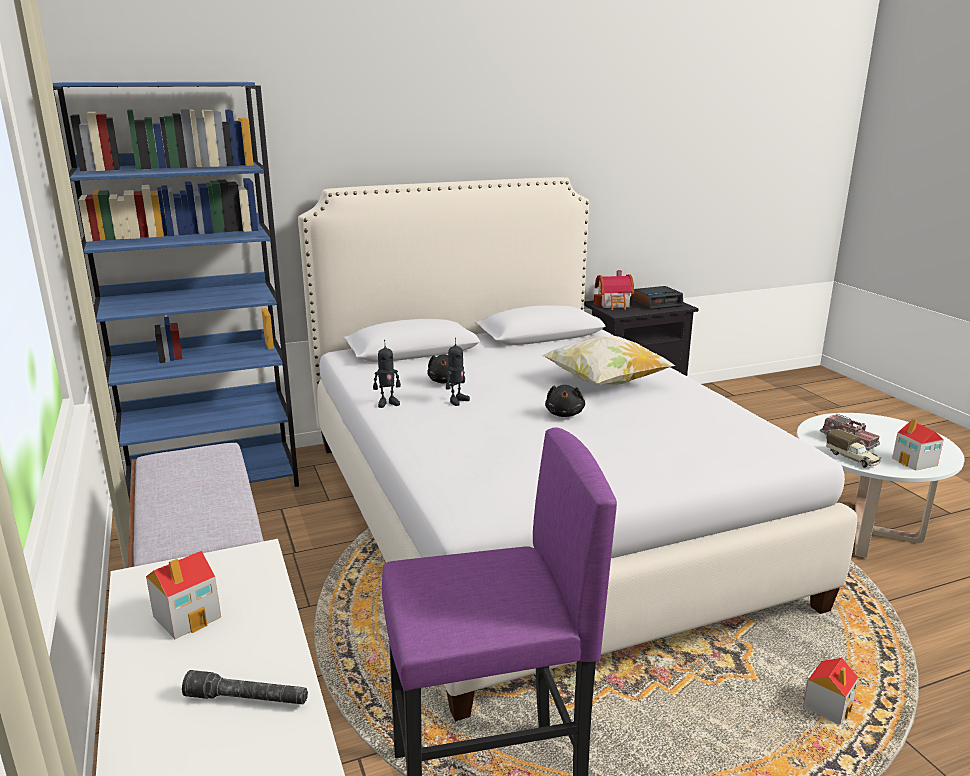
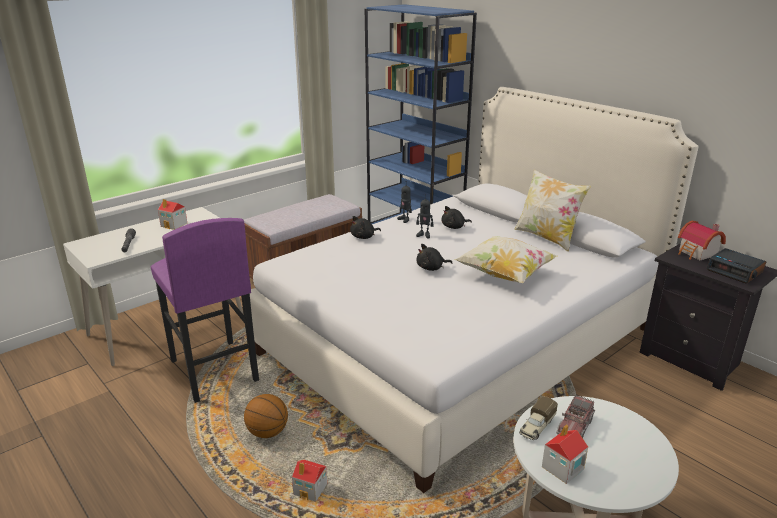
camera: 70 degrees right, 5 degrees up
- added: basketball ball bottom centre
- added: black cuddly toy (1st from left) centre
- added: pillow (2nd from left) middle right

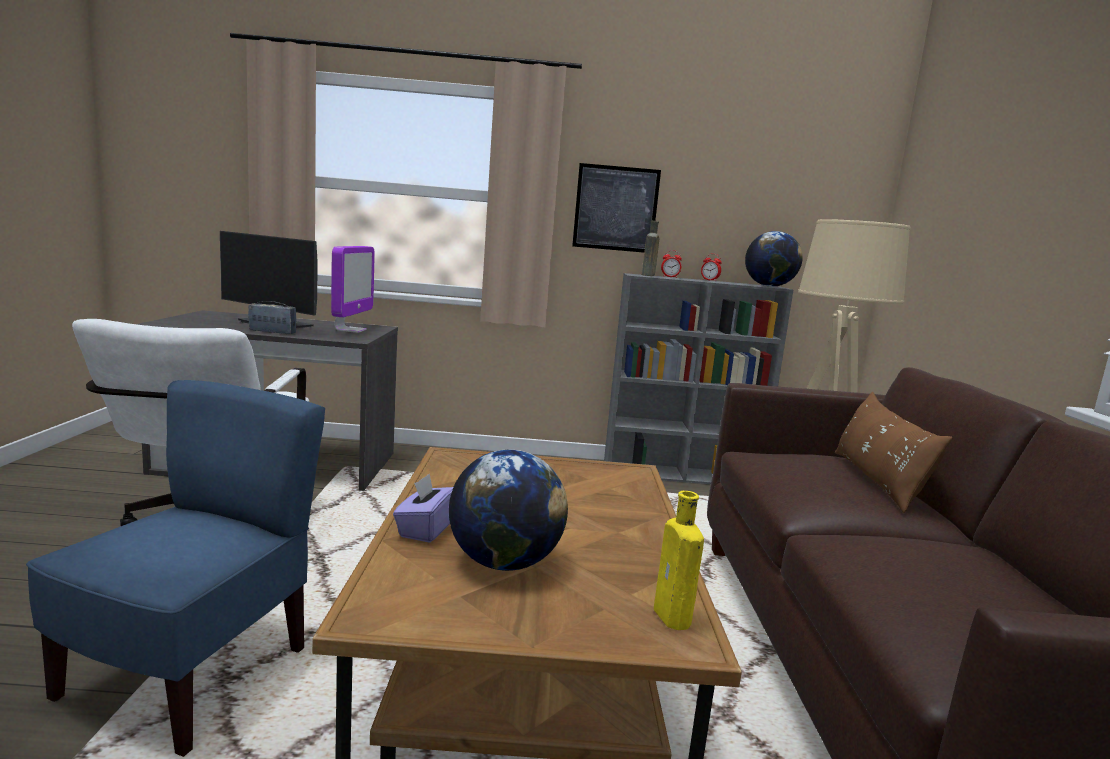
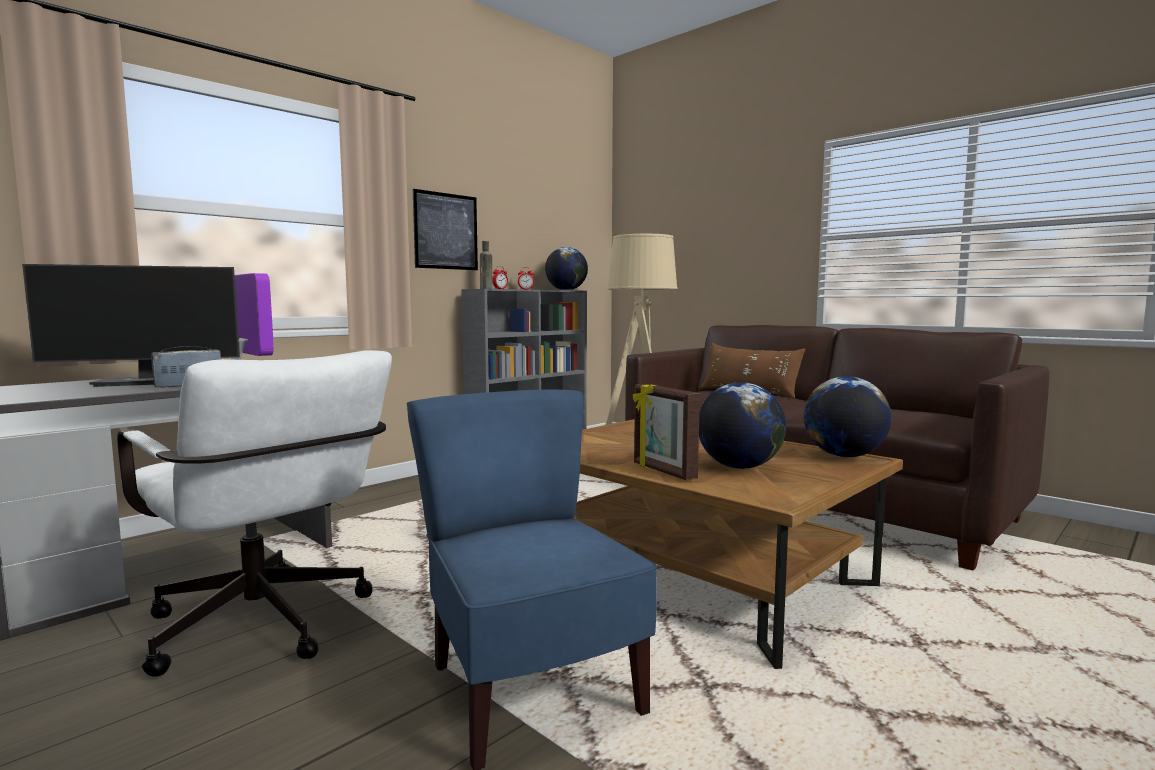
camera: 45 degrees left, 5 degrees down
- replaced: purple-coloured tissue holder bottom centre to photo frame centre
- replaced: yellow-coloured drink bottle bottom centre to globe (3rd from left) middle right

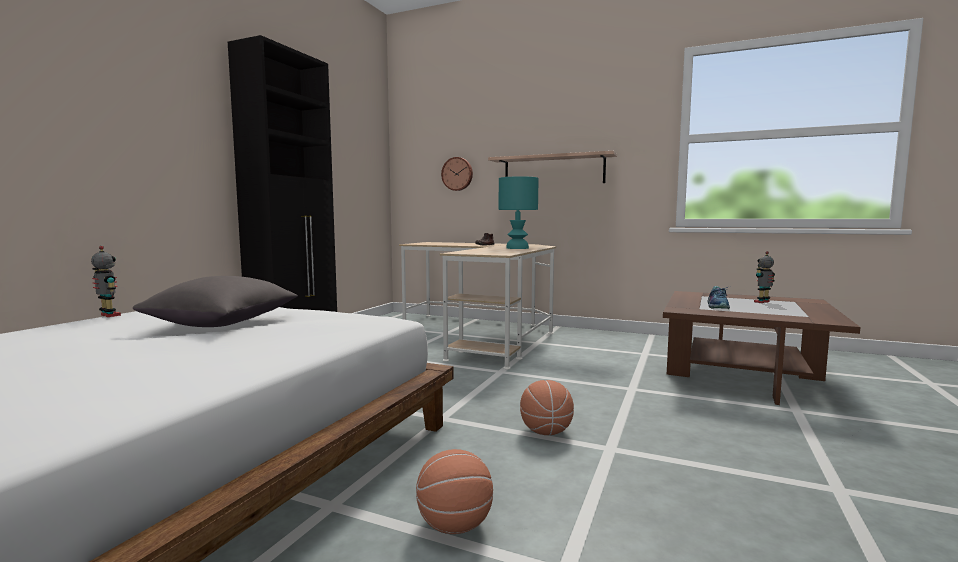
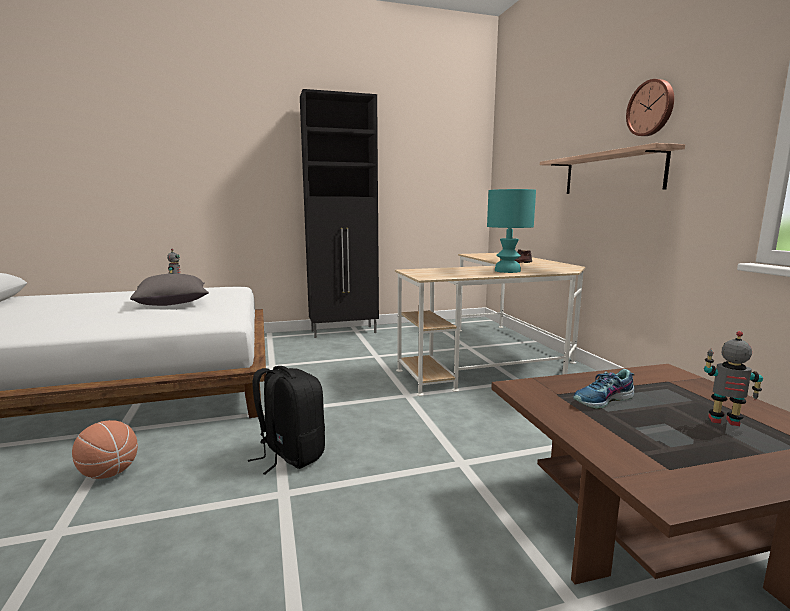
camera: 50 degrees right, 5 degrees up
- moved: clock on the wall top centre to top right
- replaced: basketball ball (2nd from left) bottom centre to black rucksack bottom centre

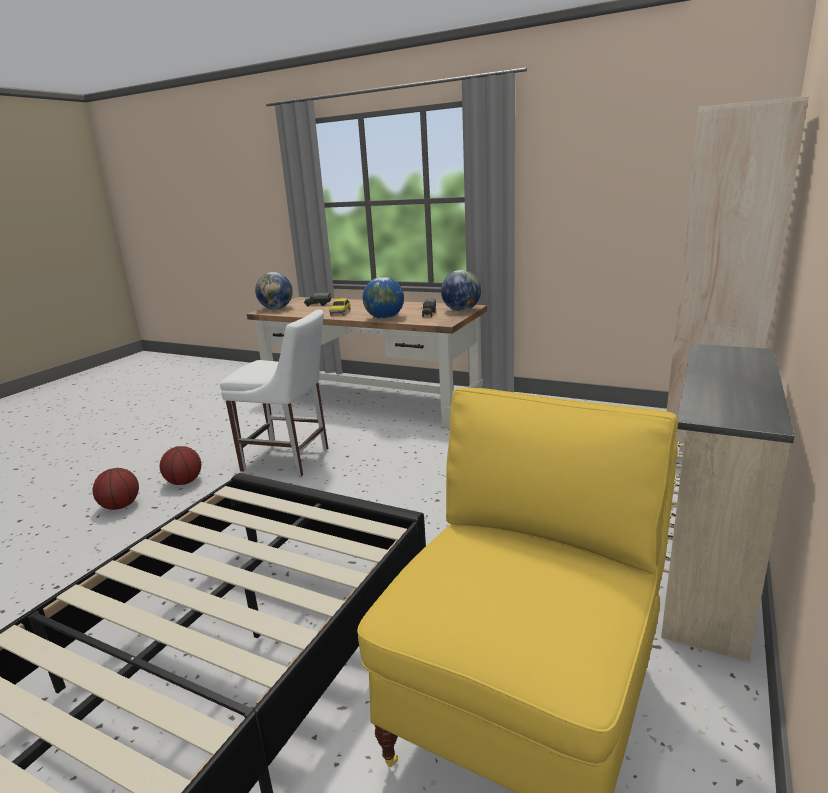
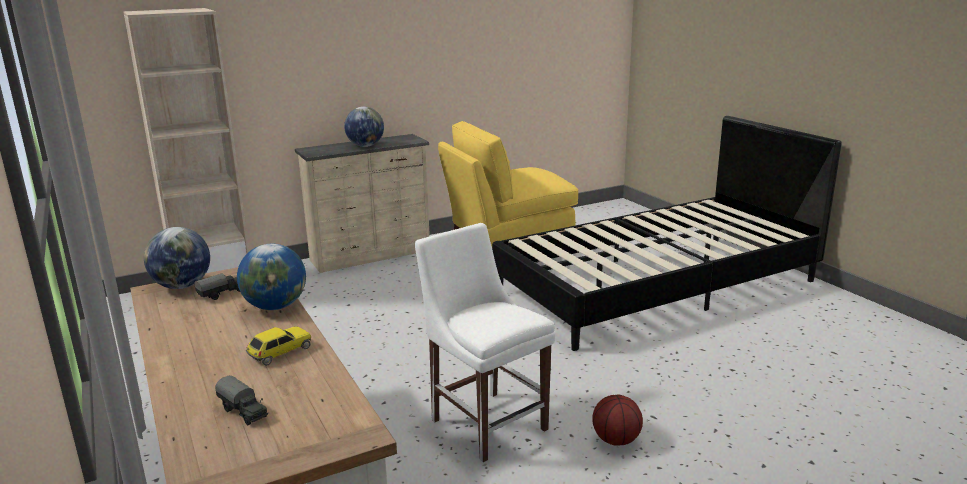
camera: 145 degrees left, 0 degrees up
- removed: basketball ball (1st from left) middle left
- moved: globe (1st from left in the first image) middle left to globe (3rd from left) top centre

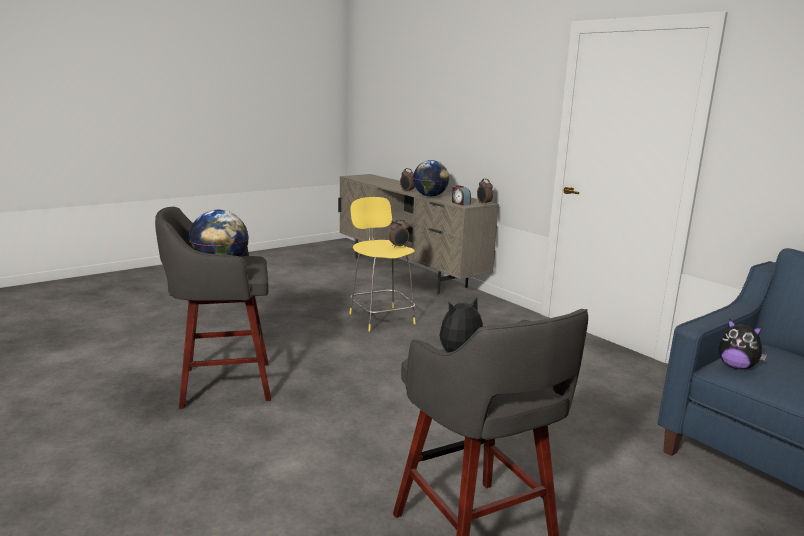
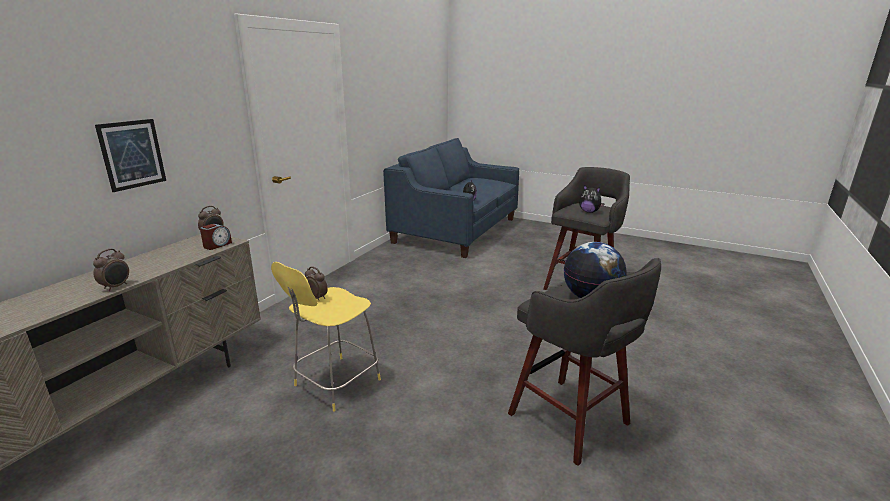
camera: 115 degrees left, 5 degrees up
- removed: globe (2nd from left) top centre
- added: wall picture top left

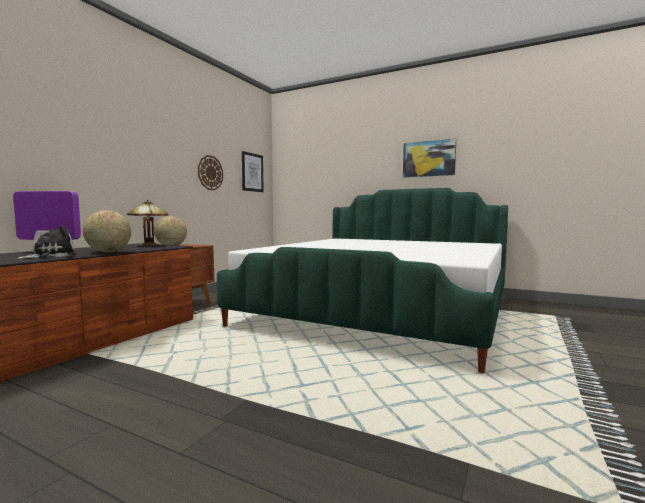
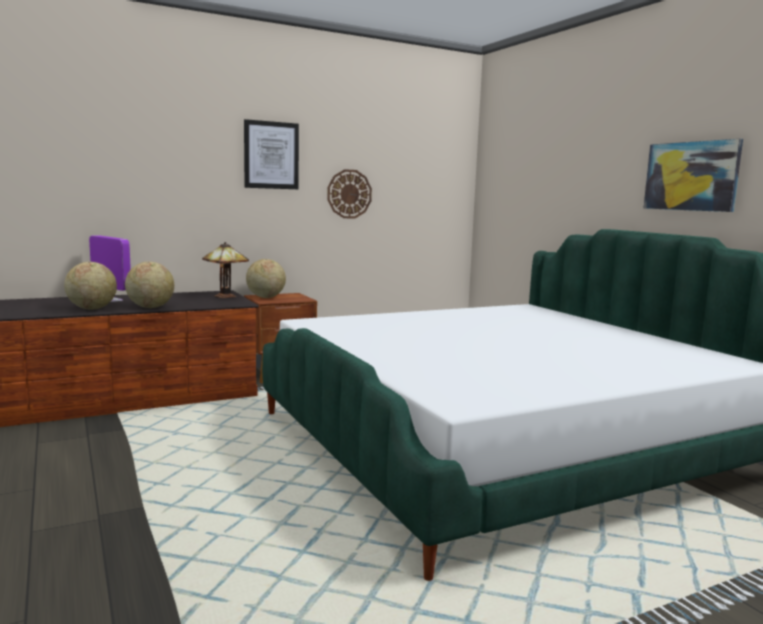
camera: 35 degrees right, 5 degrees up
- moved: wall picture (1st from left) centre to top centre
- replaced: cuddly toy middle left to globe (1st from left) middle left

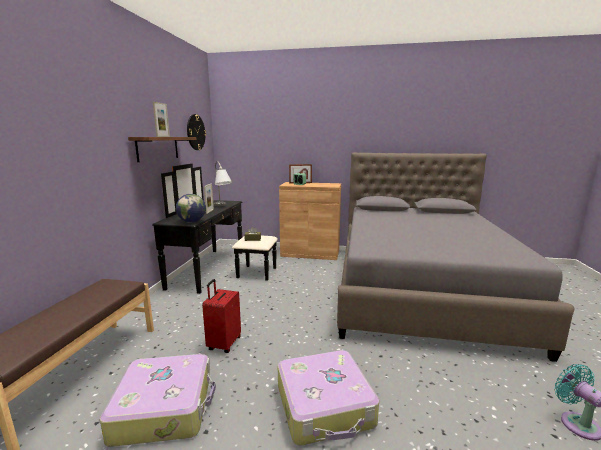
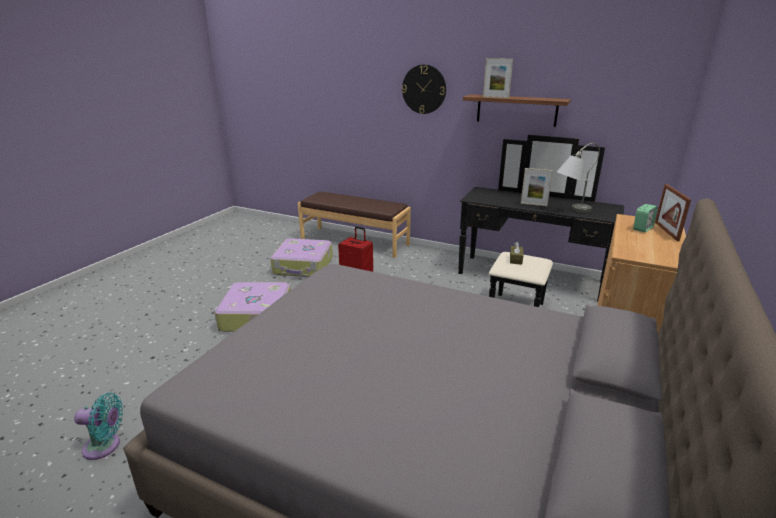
camera: 105 degrees right, 10 degrees up
- removed: globe middle left
- moved: clock on the wall top left to top centre

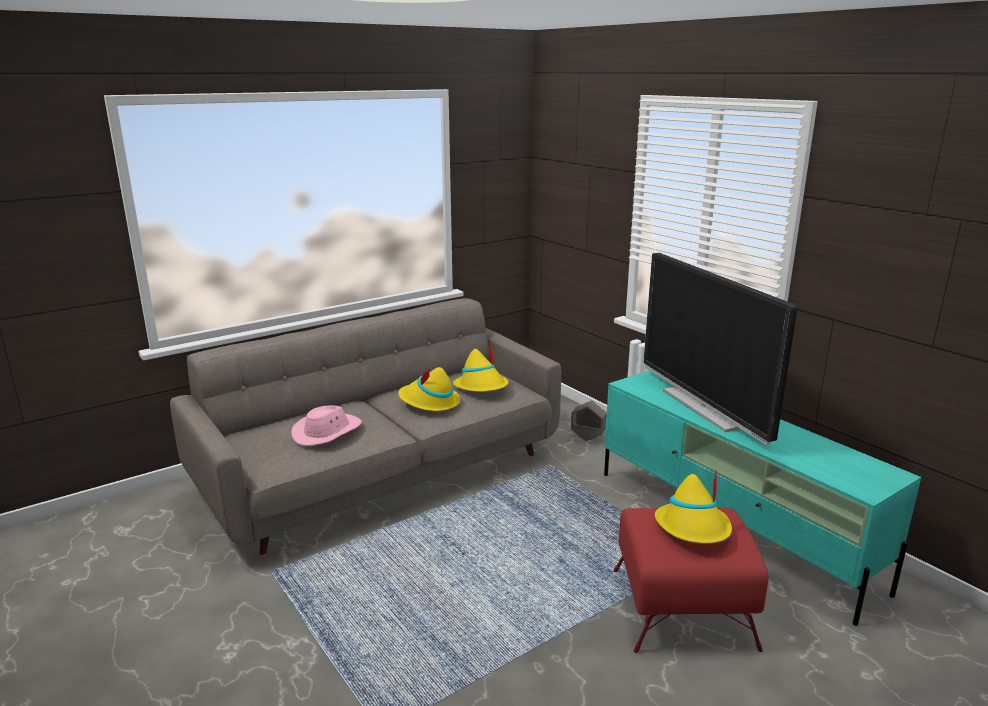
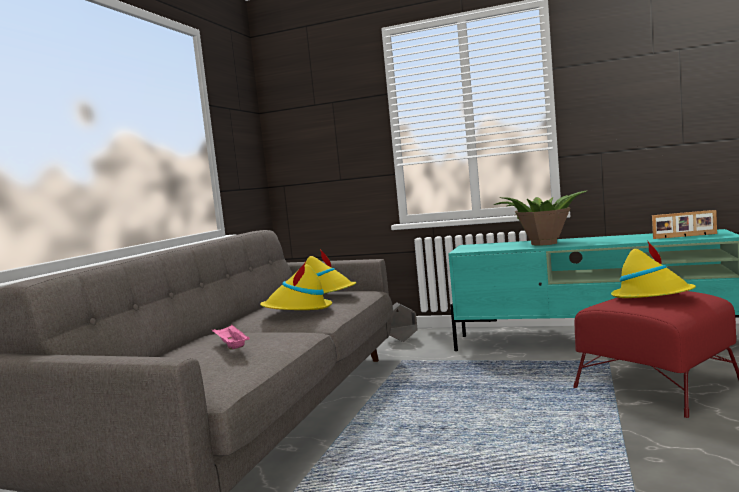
camera: 35 degrees left, 15 degrees down
- added: photo frame middle right
- replaced: pink-coloured hat middle left to pink-coloured carrying tray bottom left
- replaced: TV middle right to potted plant middle right

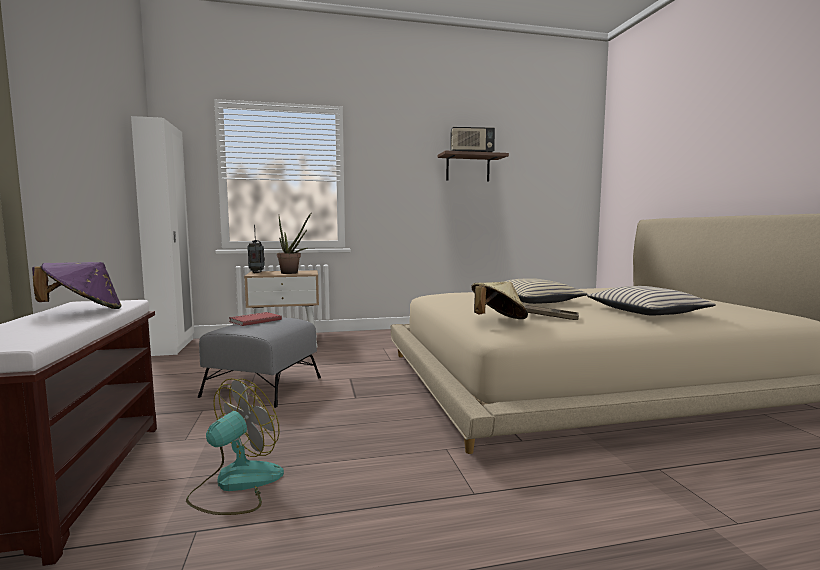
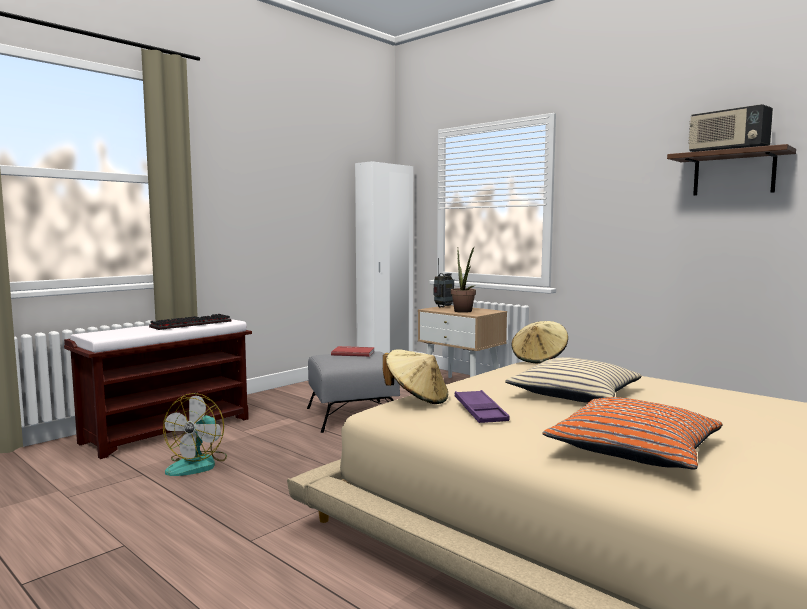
camera: 55 degrees right, 0 degrees up
- added: beige hat (2nd from left) middle right
- replaced: purple-coloured hat middle left to computer keyboard middle left
- recoloured: brown carrying tray middle right to purple-coloured carrying tray bottom centre
- recoloured: beige pillow (2nd from left) middle right to orange pillow bottom right
- turned: electric fan bottom left = bottom left 105 degrees clockwise

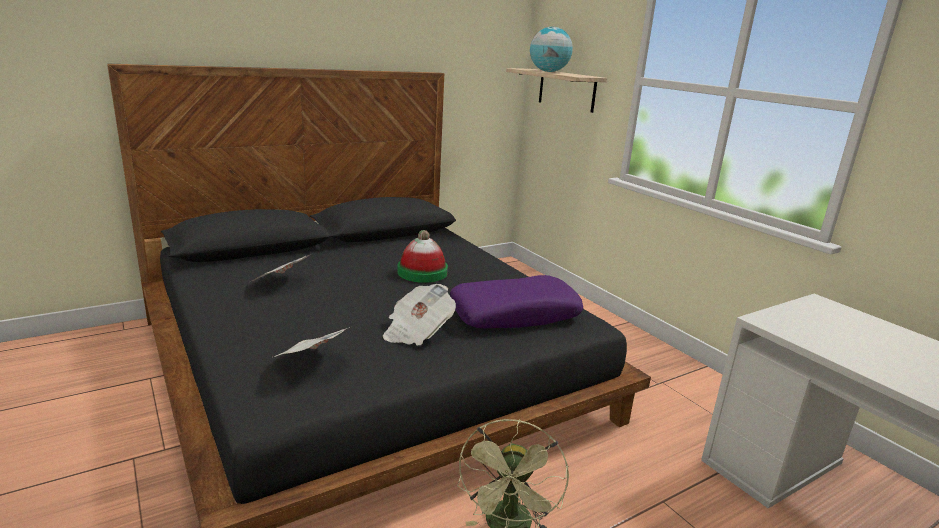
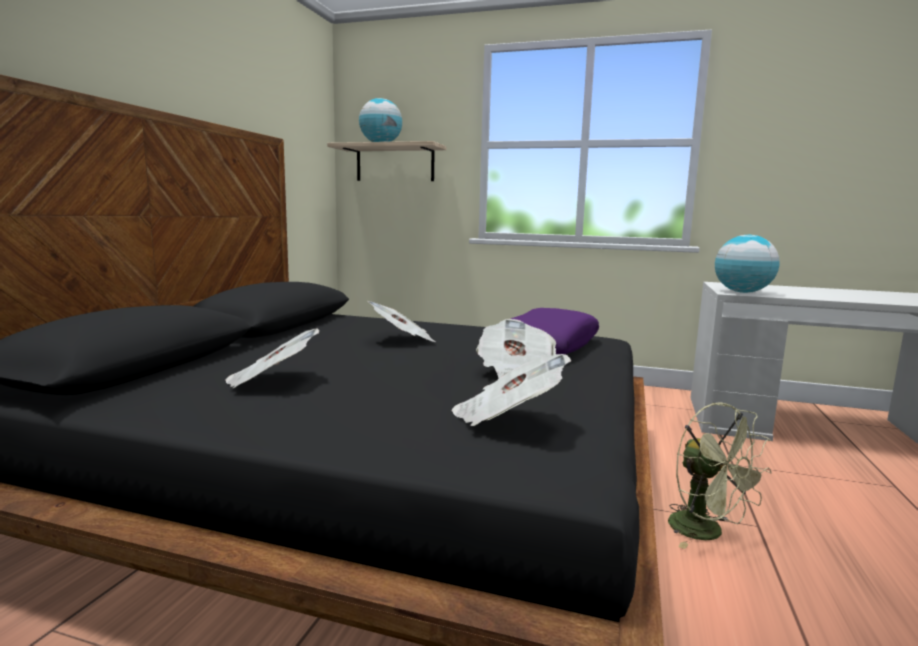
camera: 40 degrees left, 10 degrees down
- added: globe (2nd from left) middle right
- replaced: hat centre to printed paper (2nd from left) centre

